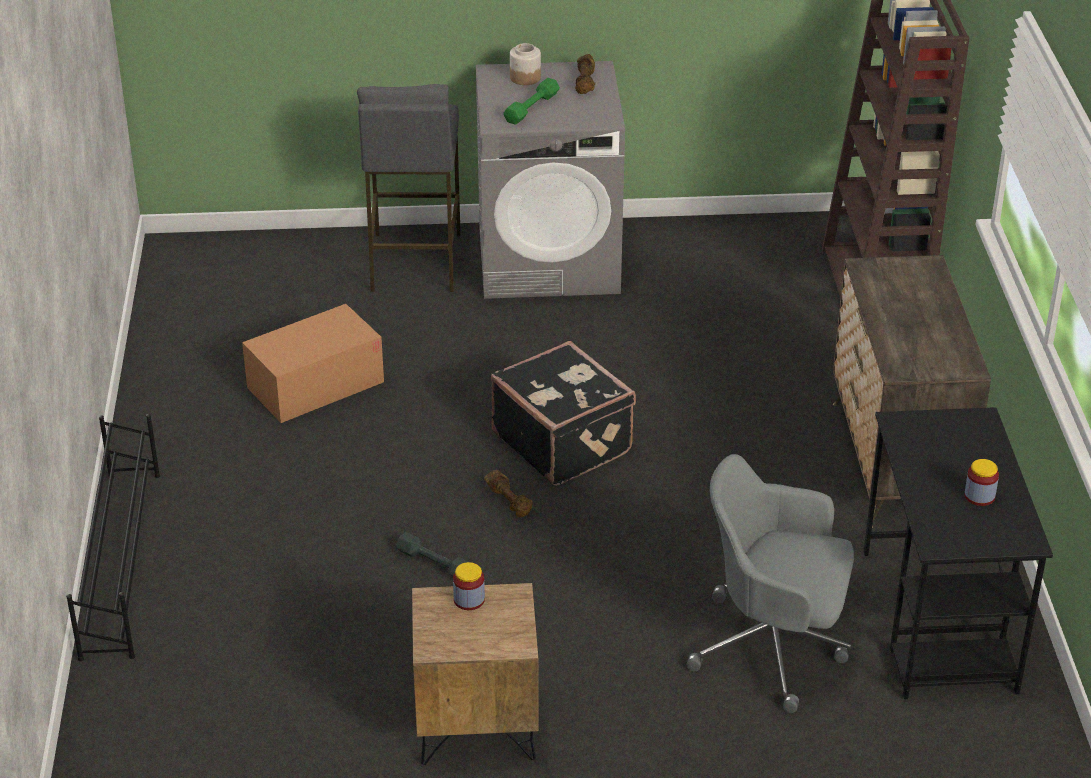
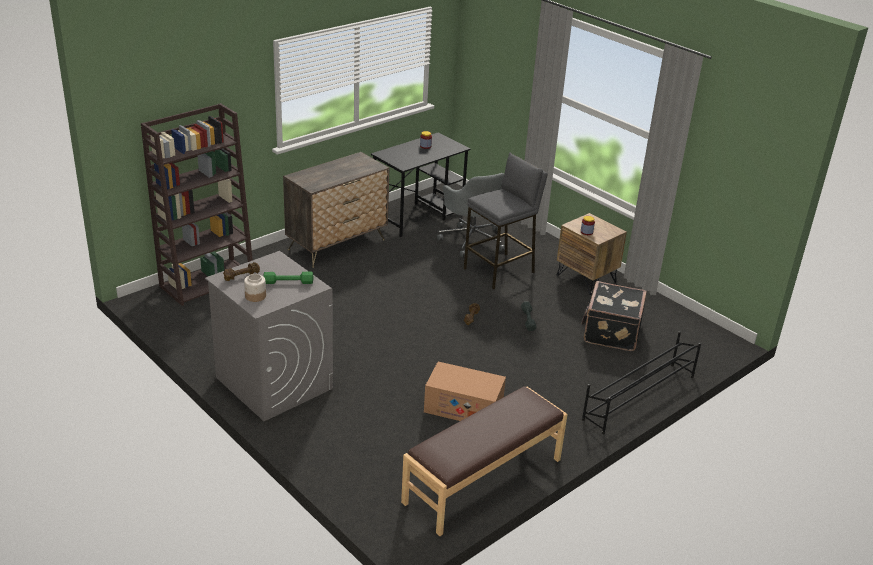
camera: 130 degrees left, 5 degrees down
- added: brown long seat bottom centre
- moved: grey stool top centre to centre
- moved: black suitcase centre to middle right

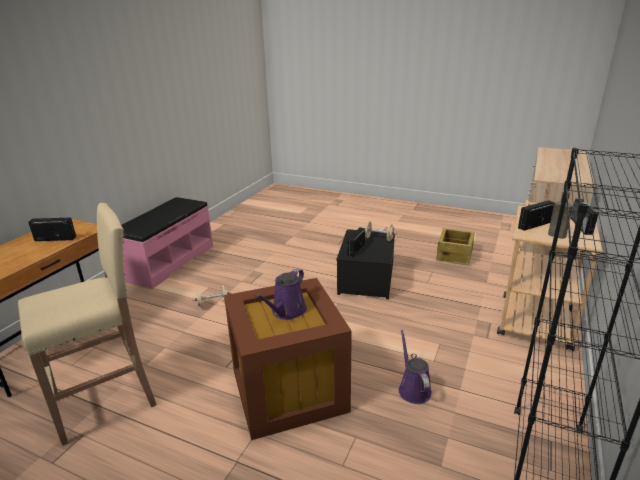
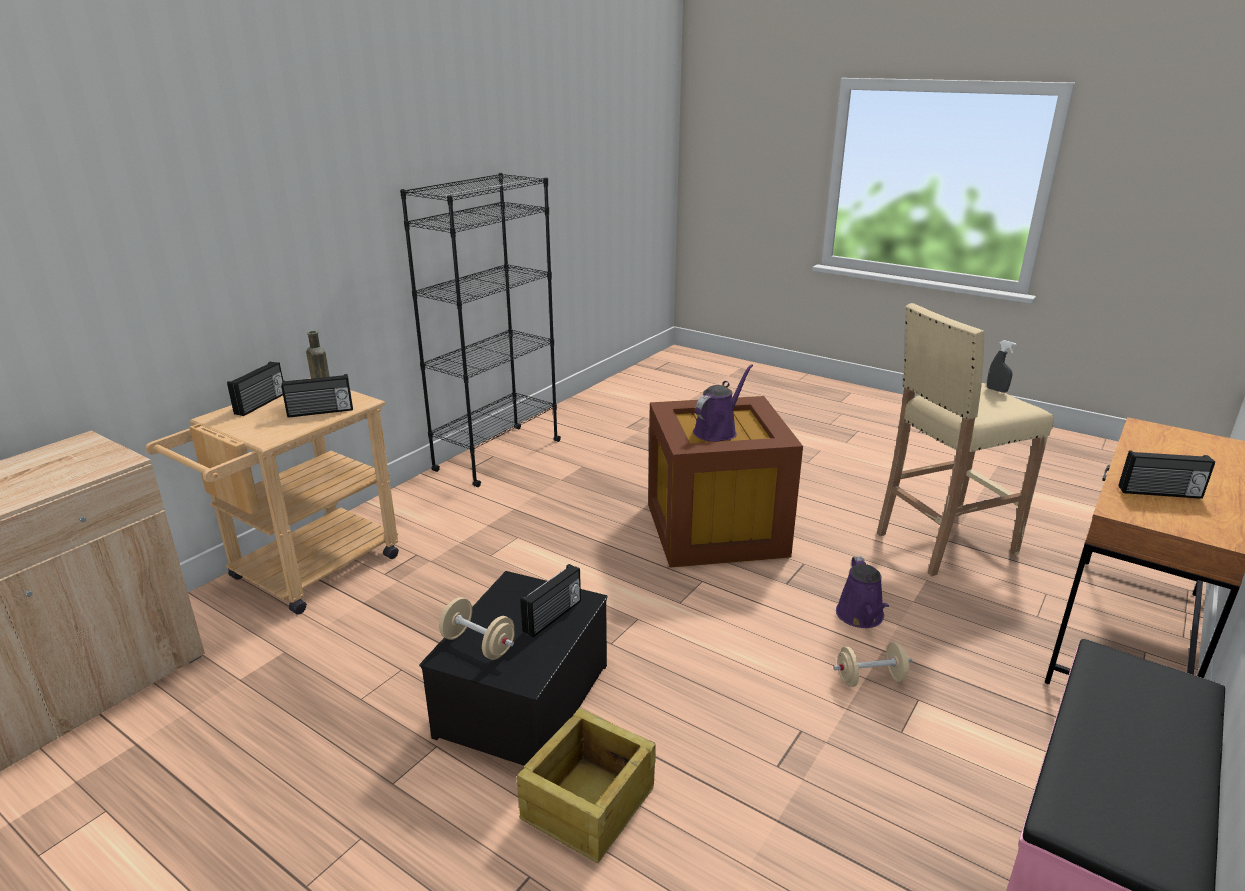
camera: 170 degrees left, 0 degrees up
- added: grey sprayer middle right
- moved: purple-coloured watering pot (2nd from left) bottom centre to middle right
- moved: shipping crate middle right to bottom centre

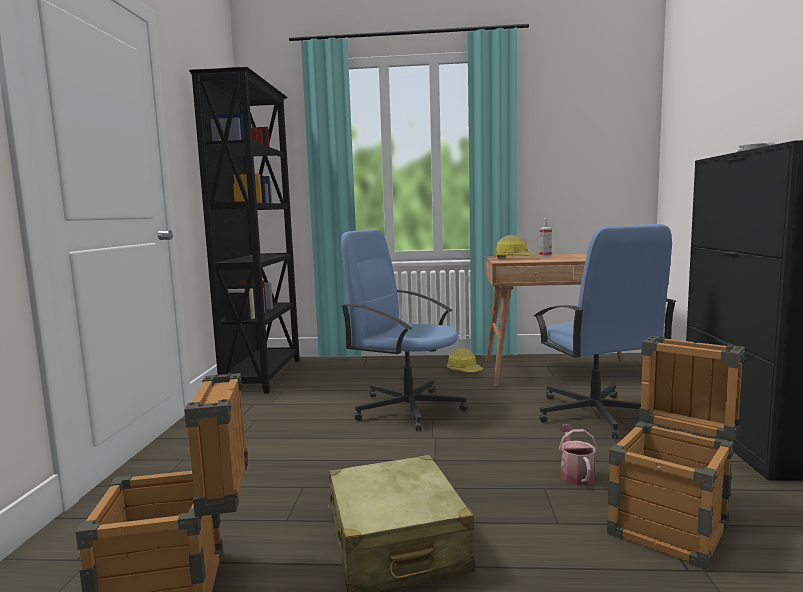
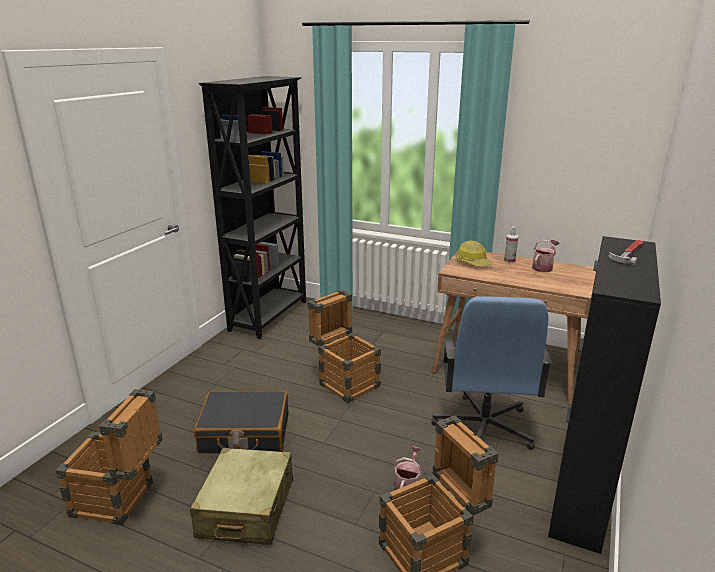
camera: 20 degrees right, 15 degrees up
- removed: work helmet (1st from left) centre
- added: black suitcase bottom centre
- added: watering pot (2nd from left) middle right
- replaced: blue-coloured computer chair (1st from left) centre to shipping crate (2nd from left) centre

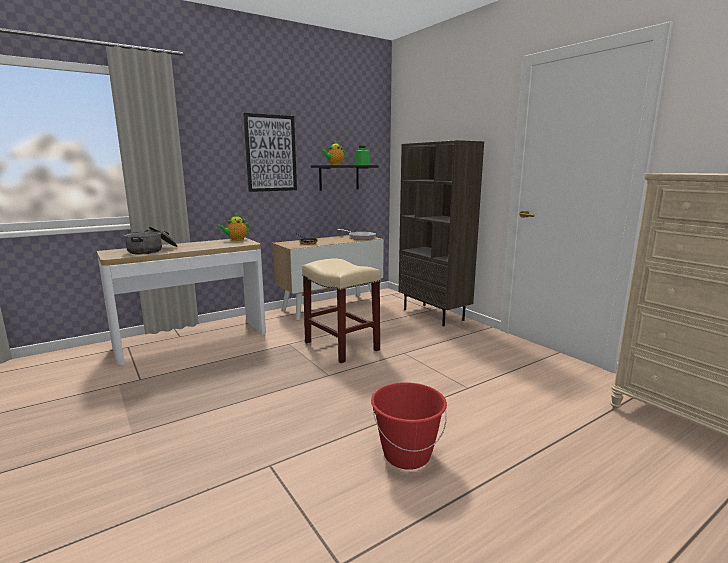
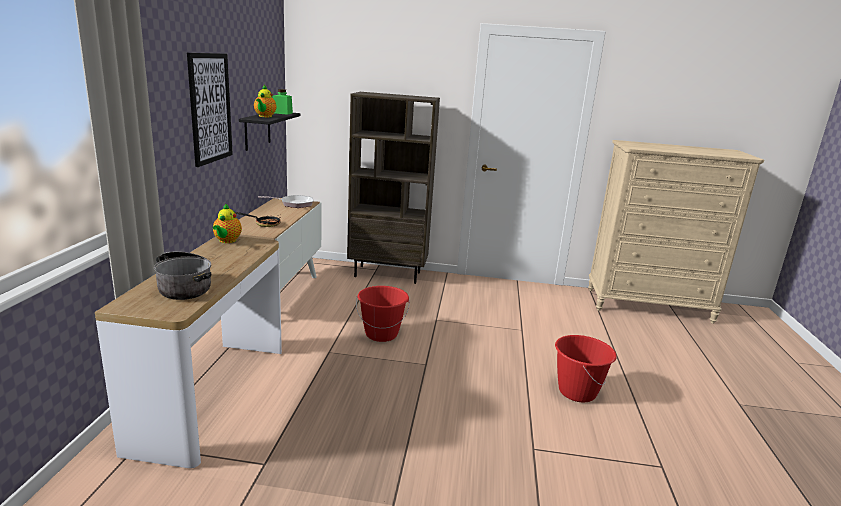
camera: 50 degrees left, 5 degrees up
- replaced: beige stool centre to red water bucket (1st from left) centre

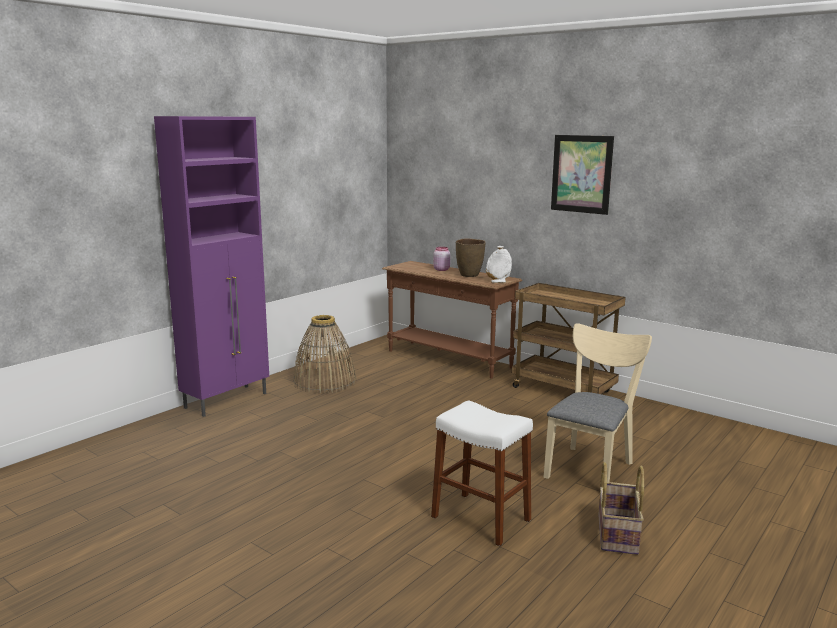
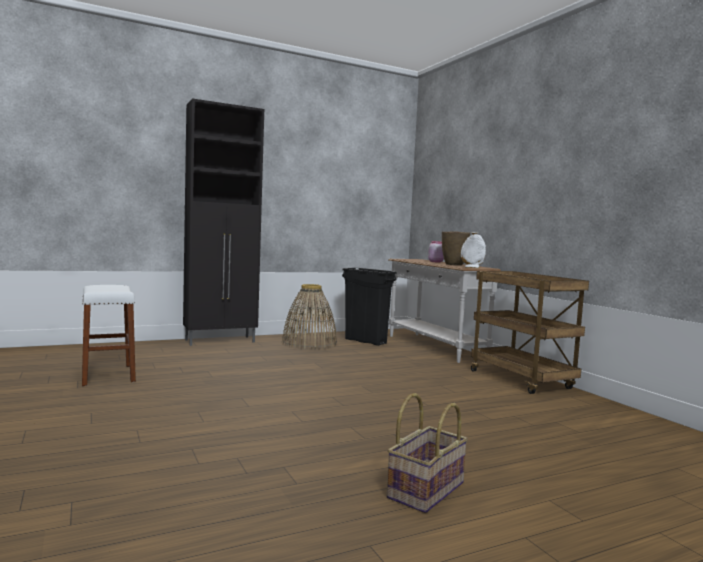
camera: 25 degrees right, 10 degrees down
- removed: beige upright chair middle right
- removed: wall picture top right
- added: black trash can centre
- moved: white-coloured stool bottom centre to middle left
- recoloured: purple-coloured cupboard middle left to black cupboard middle left
- recoloured: brown hall table centre to white-coloured hall table centre

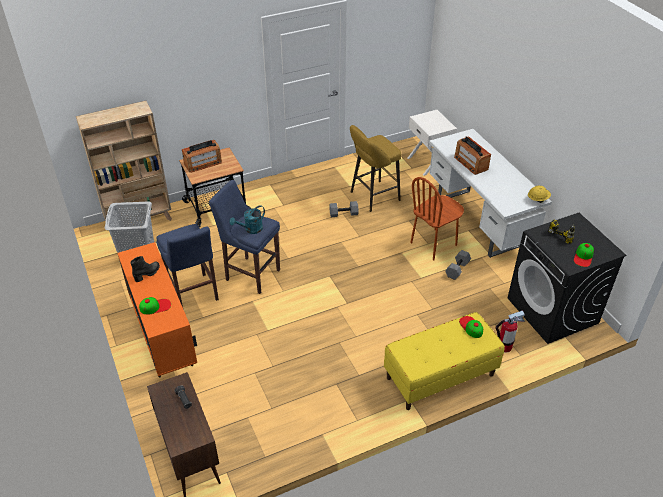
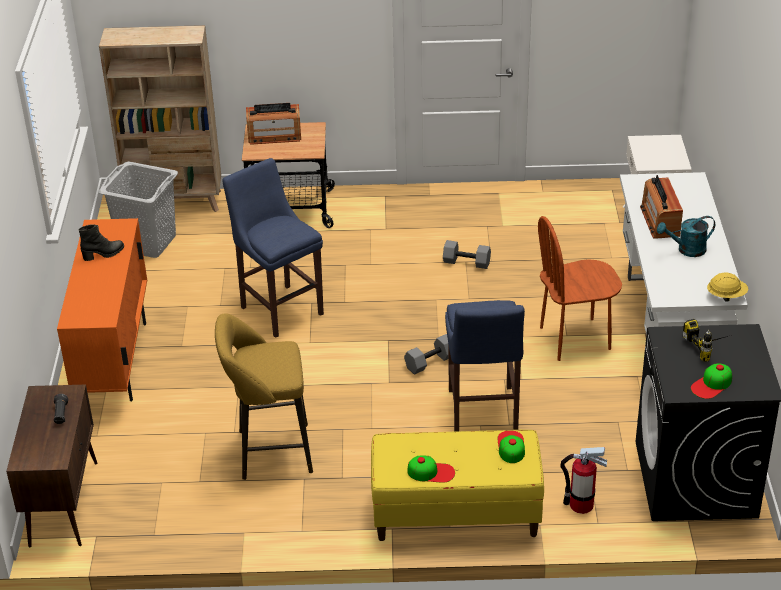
camera: 25 degrees right, 5 degrees down
- moved: cap (1st from left) middle left to bottom centre
- moved: blue-coloured stool (1st from left in the first image) middle left to blue-coloured stool (2nd from left) centre
- moved: turquoise watering pot centre to middle right
- moved: yellow-coloured stool centre to bottom centre
- moved: grey dumbbell (2nd from left in the first image) middle right to grey dumbbell (1st from left) centre

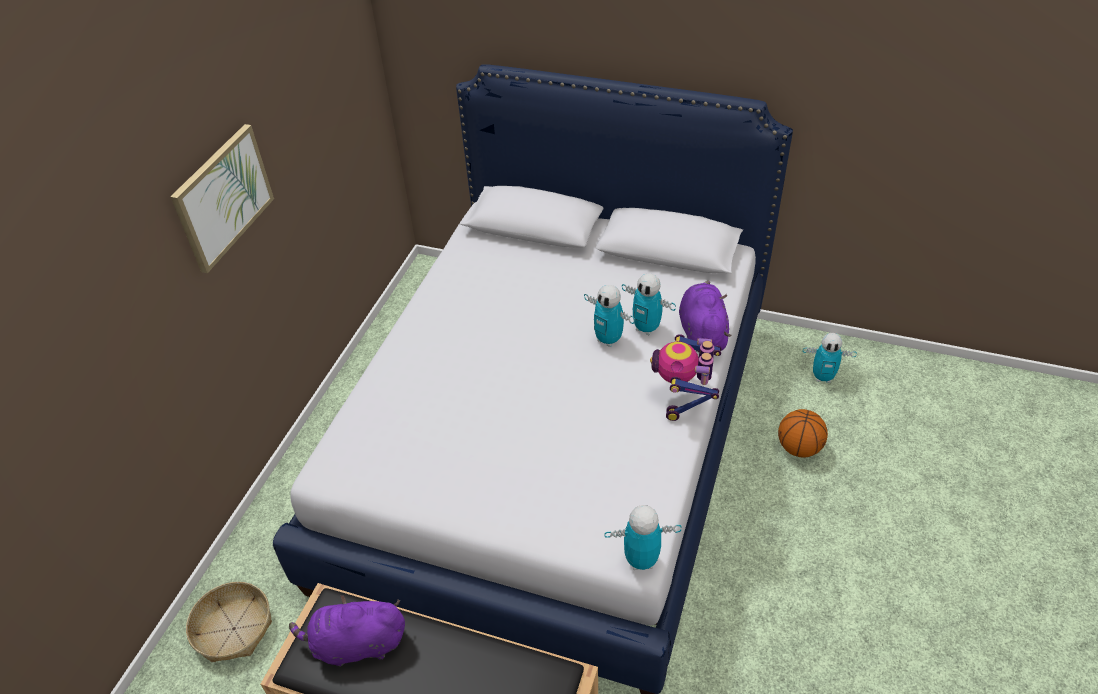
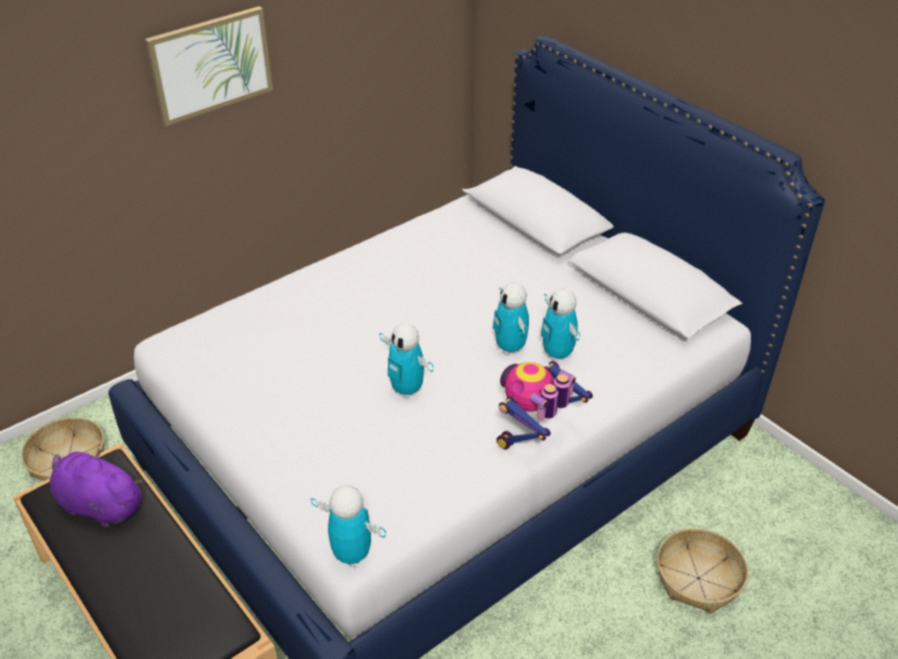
camera: 30 degrees right, 5 degrees down
- removed: purple-coloured cuddly toy (2nd from left) centre
- moved: model robot (5th from left in the first image) middle right to model robot (2nd from left) centre
- replaced: basketball ball middle right to basket (2nd from left) bottom right

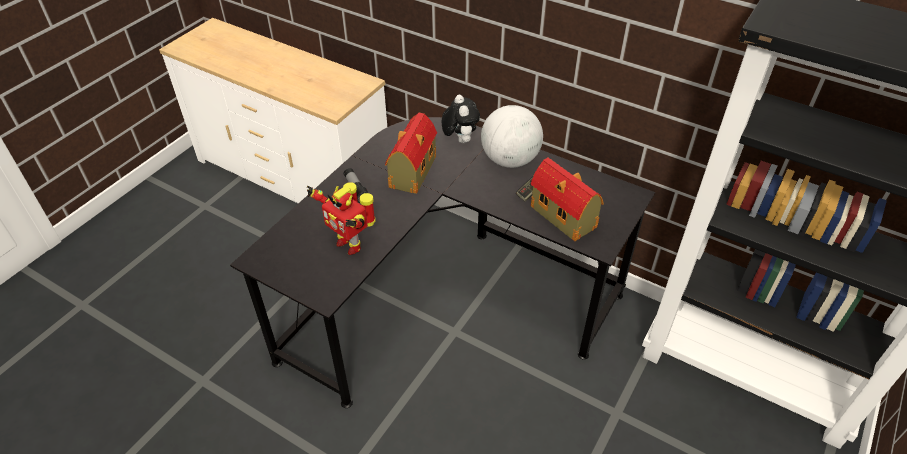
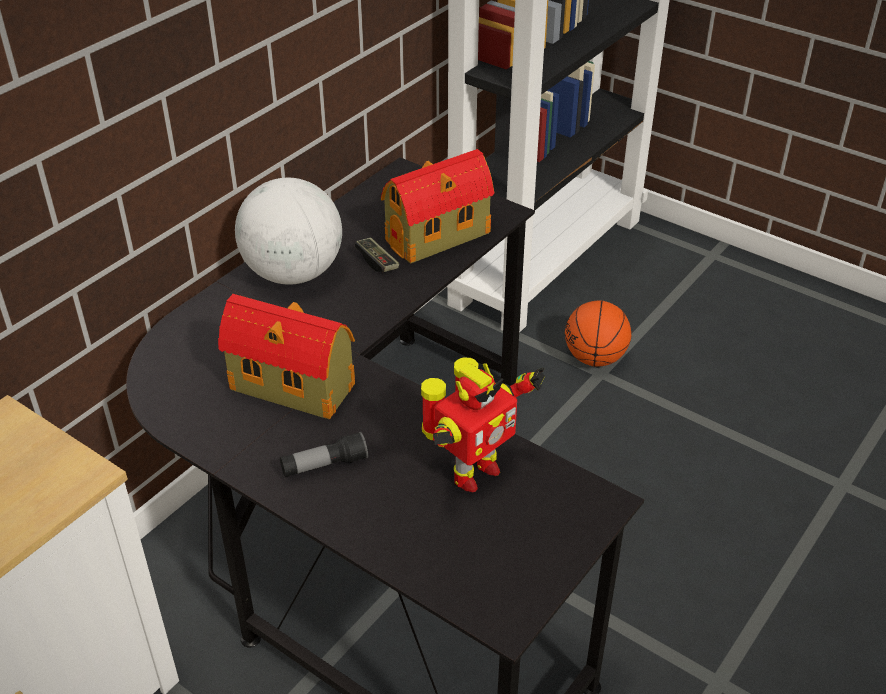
camera: 85 degrees left, 5 degrees down
- removed: cuddly toy top centre
- added: basketball ball middle right

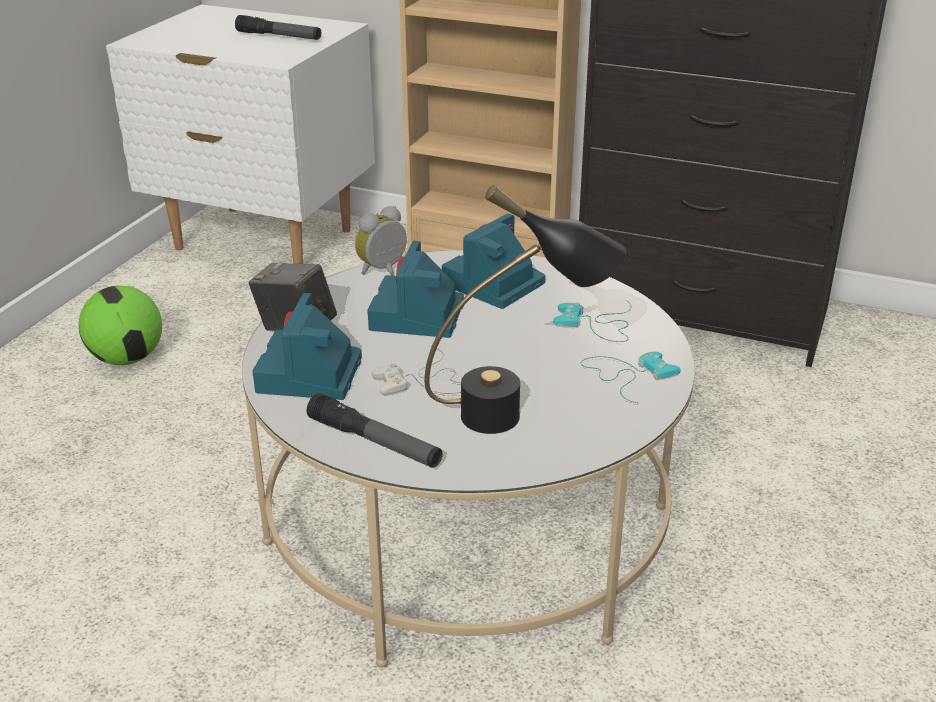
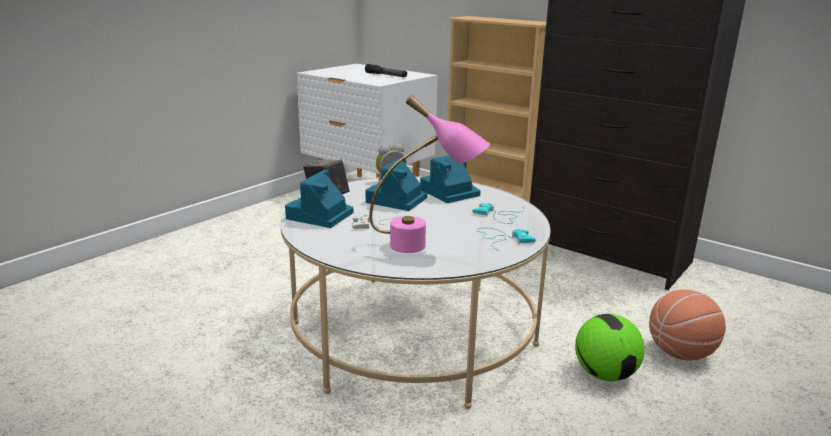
camera: 15 degrees right, 10 degrees down
- removed: torch (2nd from left) centre
- added: basketball ball bottom right
- moved: football ball middle left to bottom right
- recoloured: black tabletop lamp centre to pink-coloured tabletop lamp centre

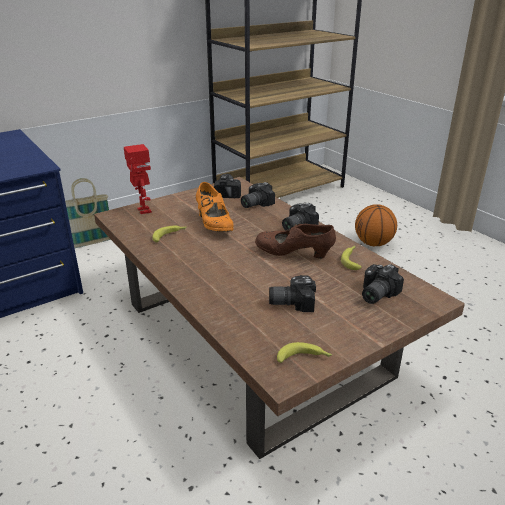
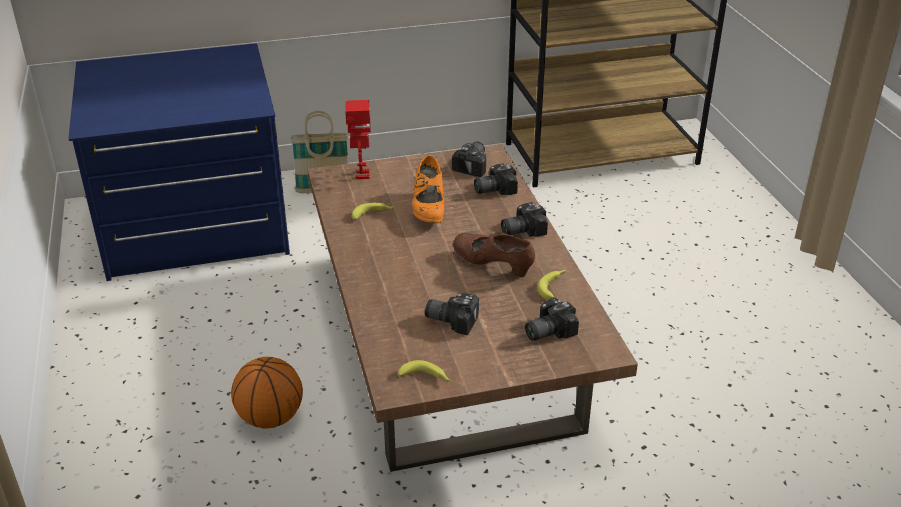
camera: 20 degrees right, 5 degrees up
- moved: basketball ball middle right to bottom left

